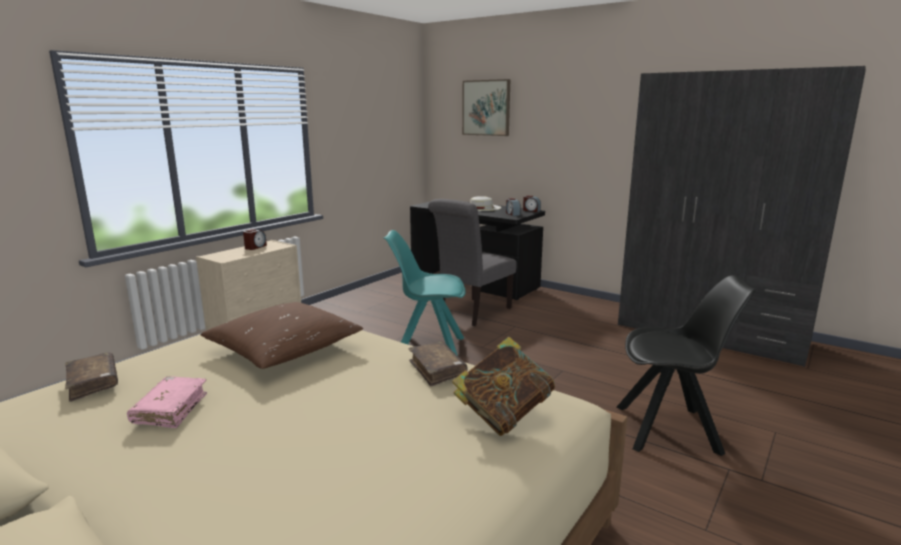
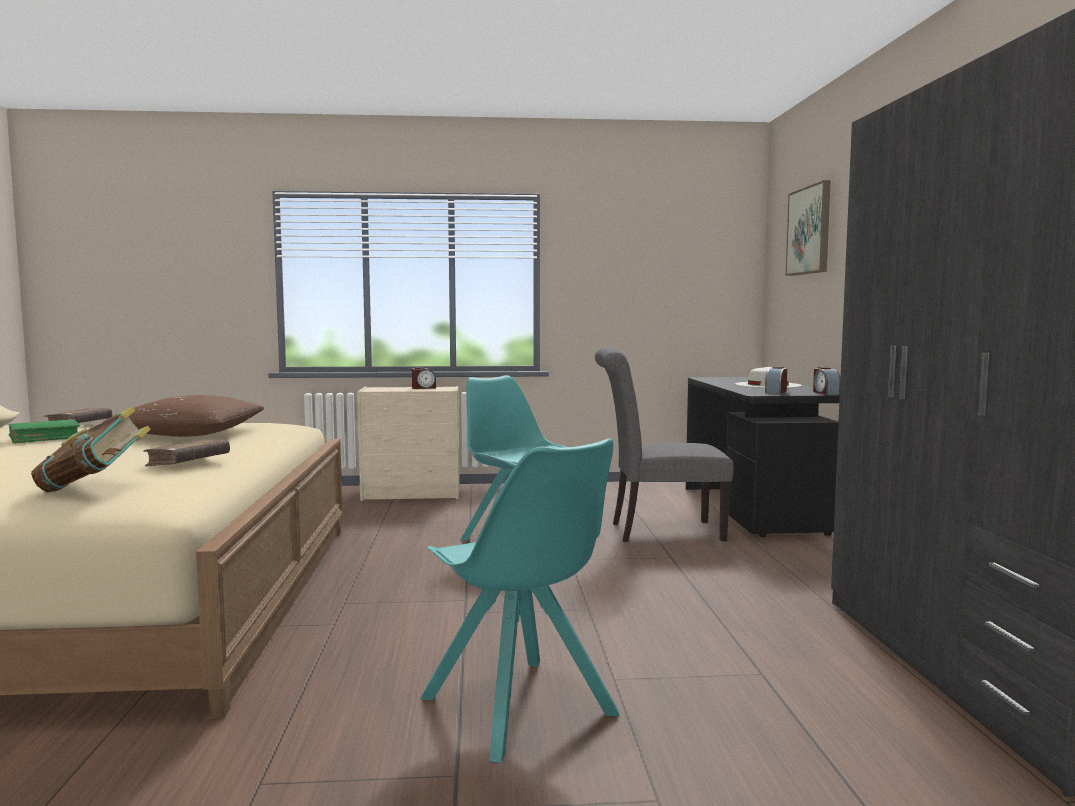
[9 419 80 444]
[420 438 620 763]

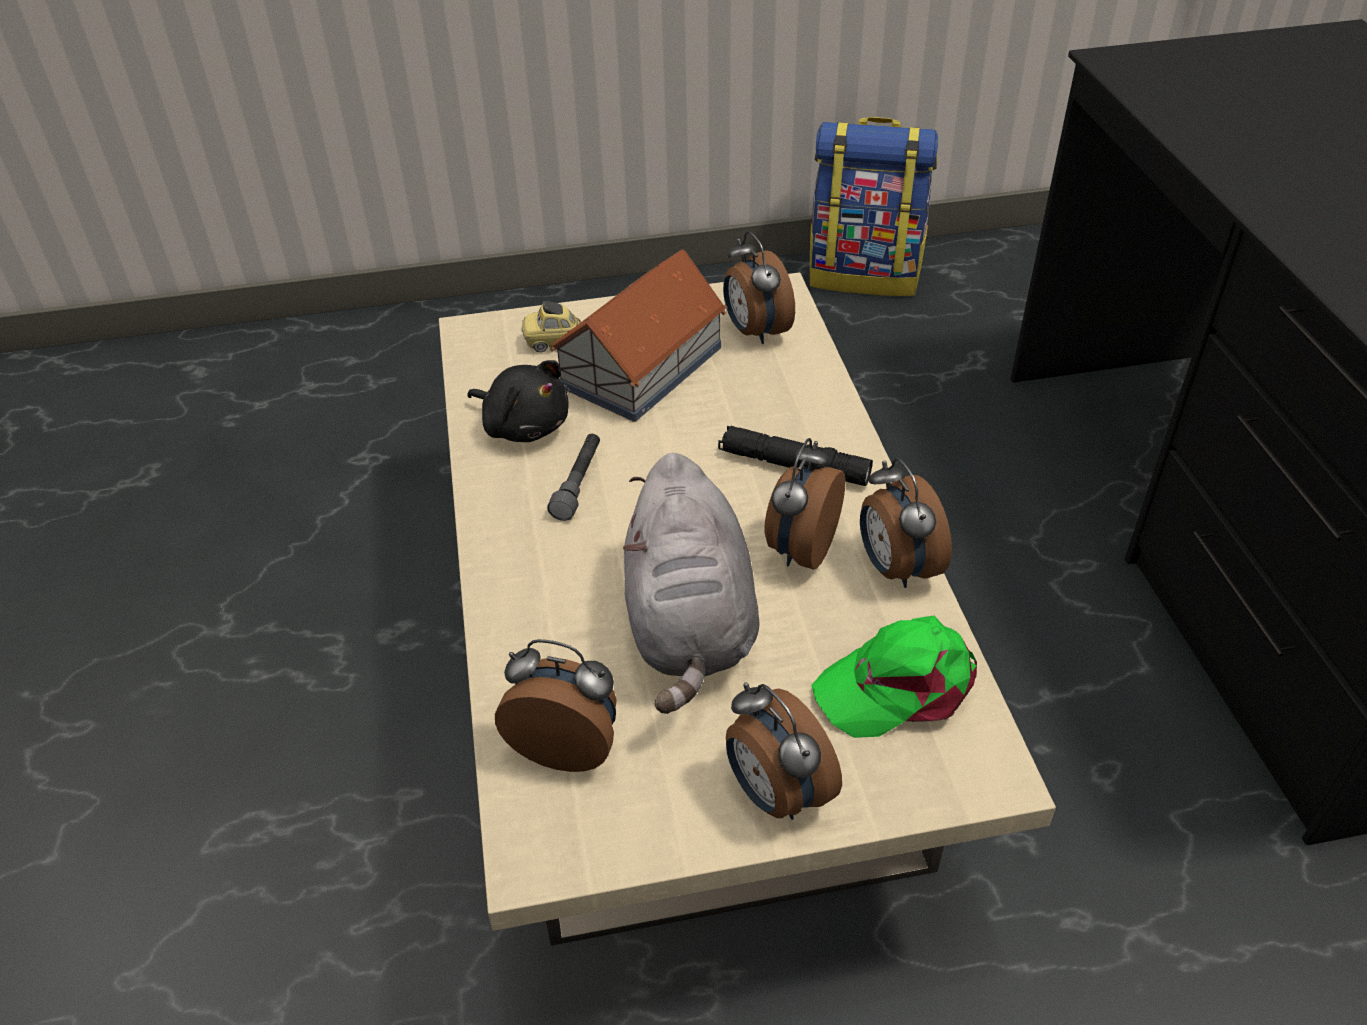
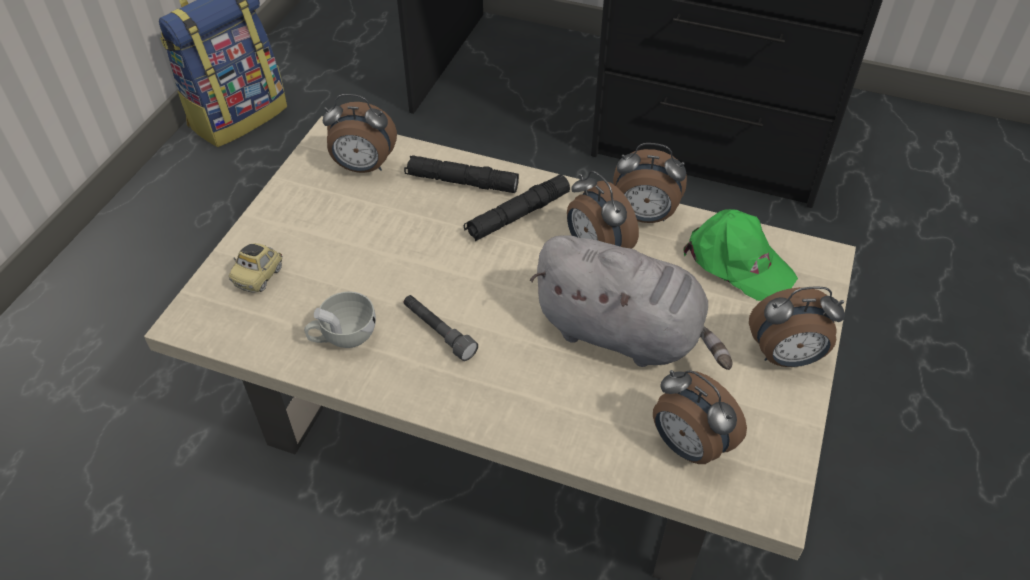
[304 292 376 348]
[404 155 519 193]
[653 370 747 464]
[683 209 798 301]
[550 249 727 422] (first image)

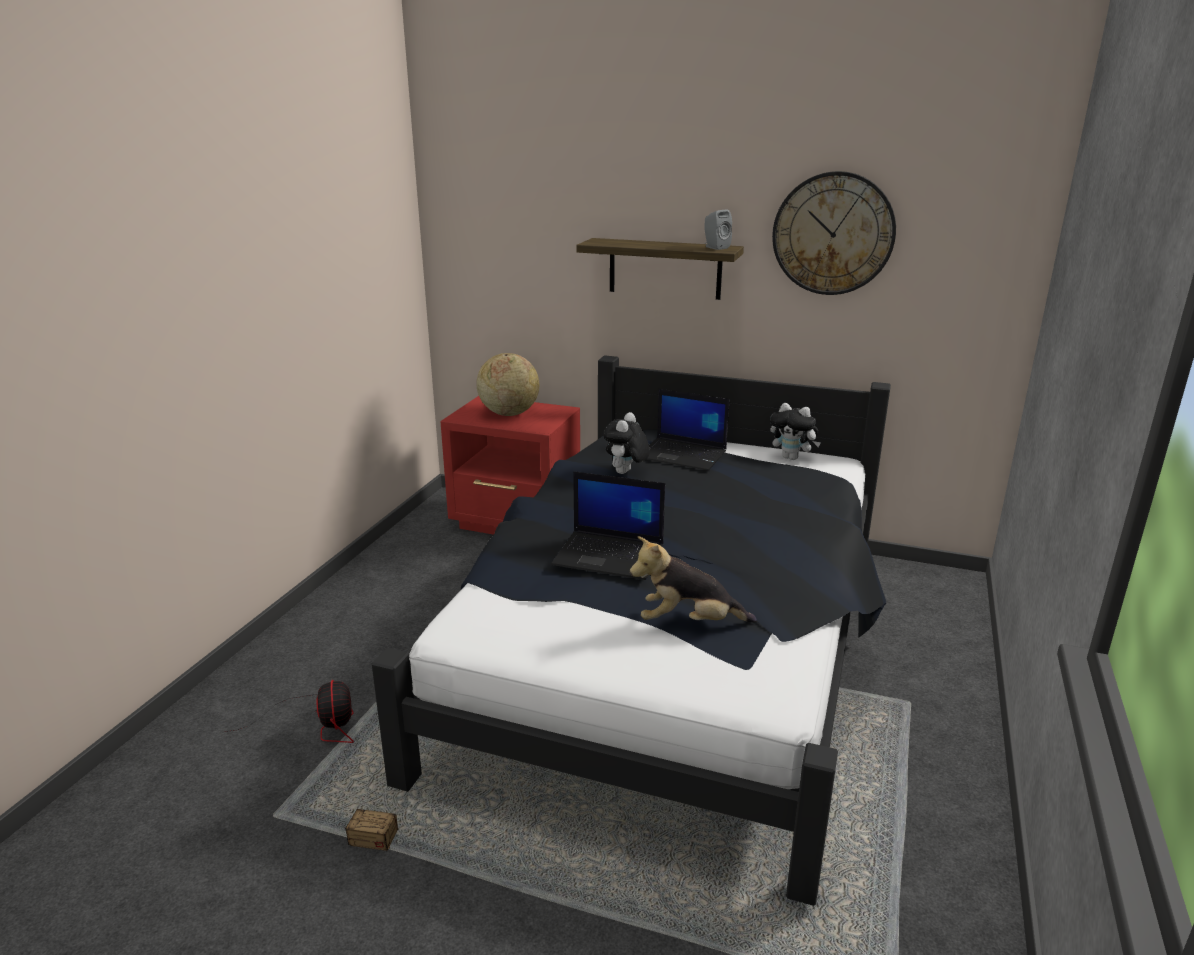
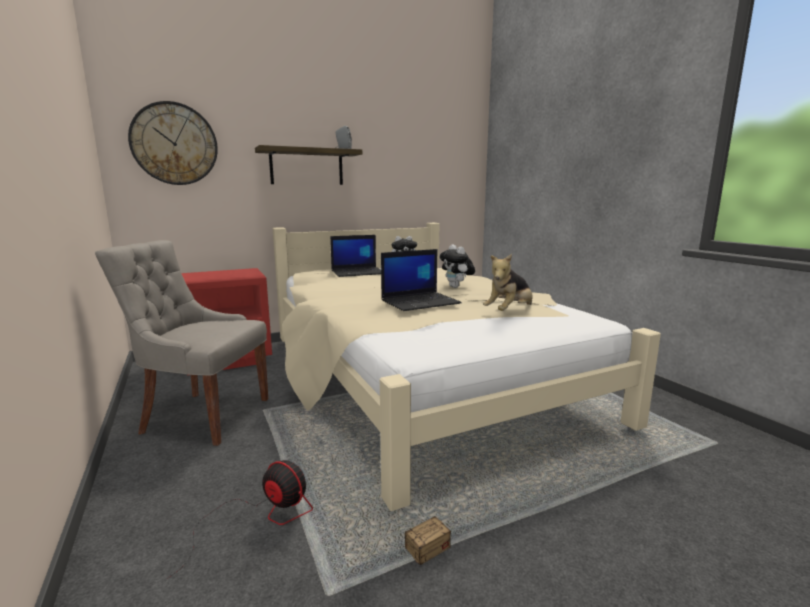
[95 240 268 446]
[128 101 218 185]
[273 223 661 511]
[440 245 475 288]
[476 353 539 416] (first image)

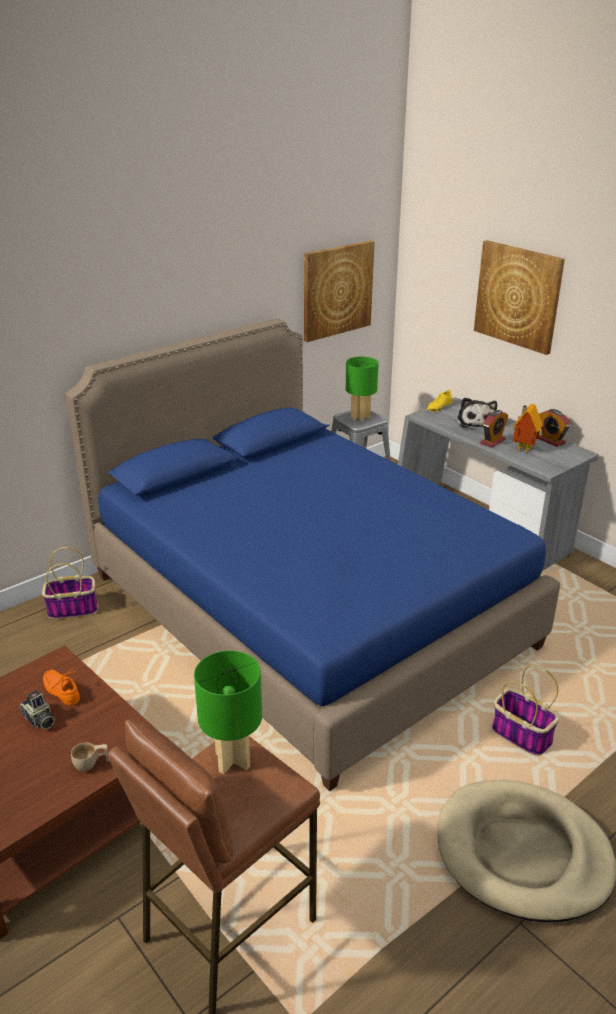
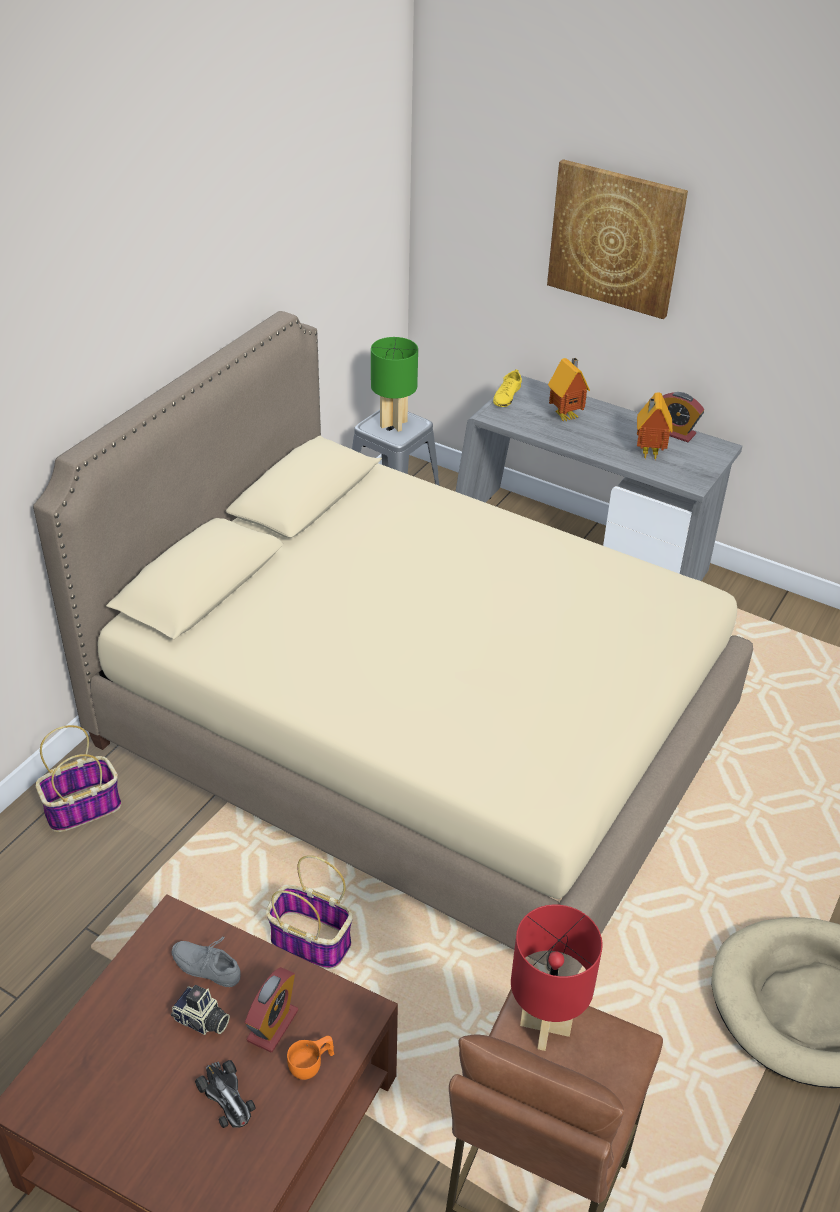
[33 311 753 976]
[172 937 240 987]
[195 1060 256 1128]
[245 967 298 1052]
[266 855 353 969]
[287 1036 335 1080]
[511 904 603 1051]
[548 358 590 421]
[304 241 375 342] (first image)

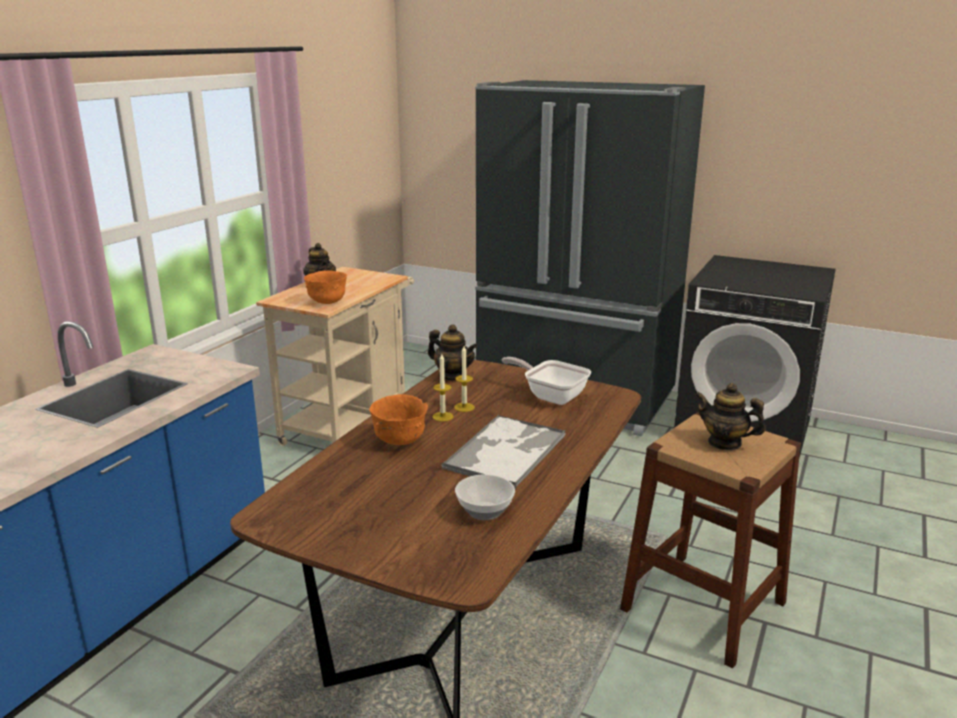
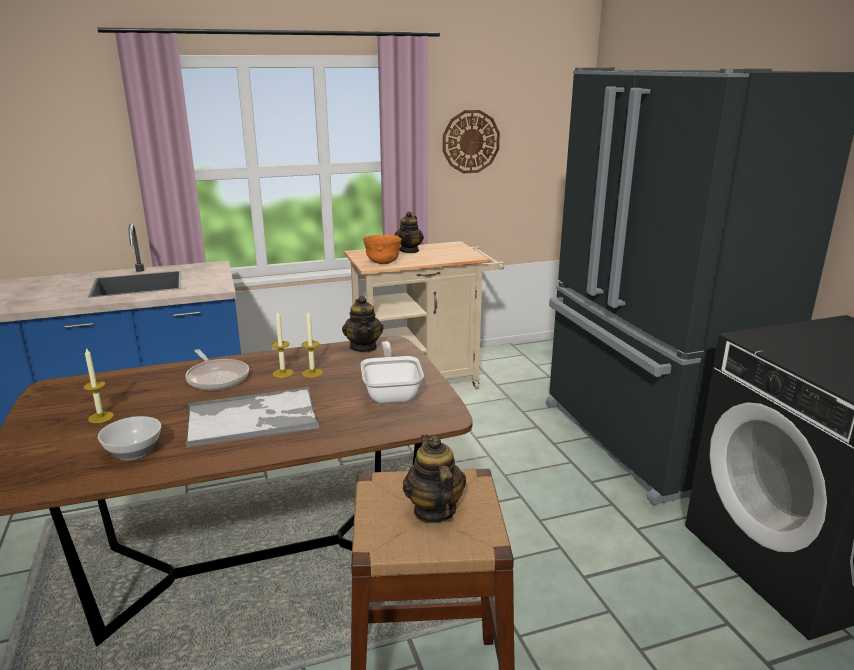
[83 347 114 423]
[185 349 249 390]
[443 110 500 173]

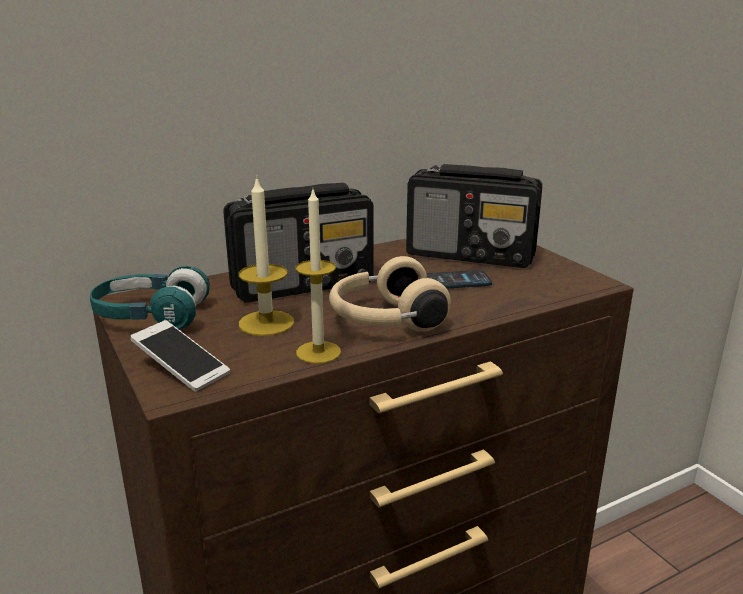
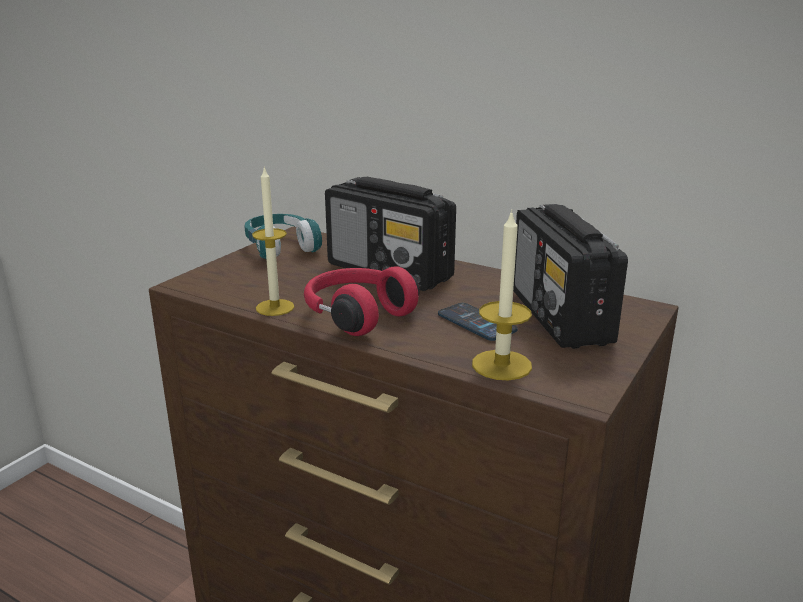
[304 266 420 336]
[472 210 532 380]
[131 320 230 392] (first image)

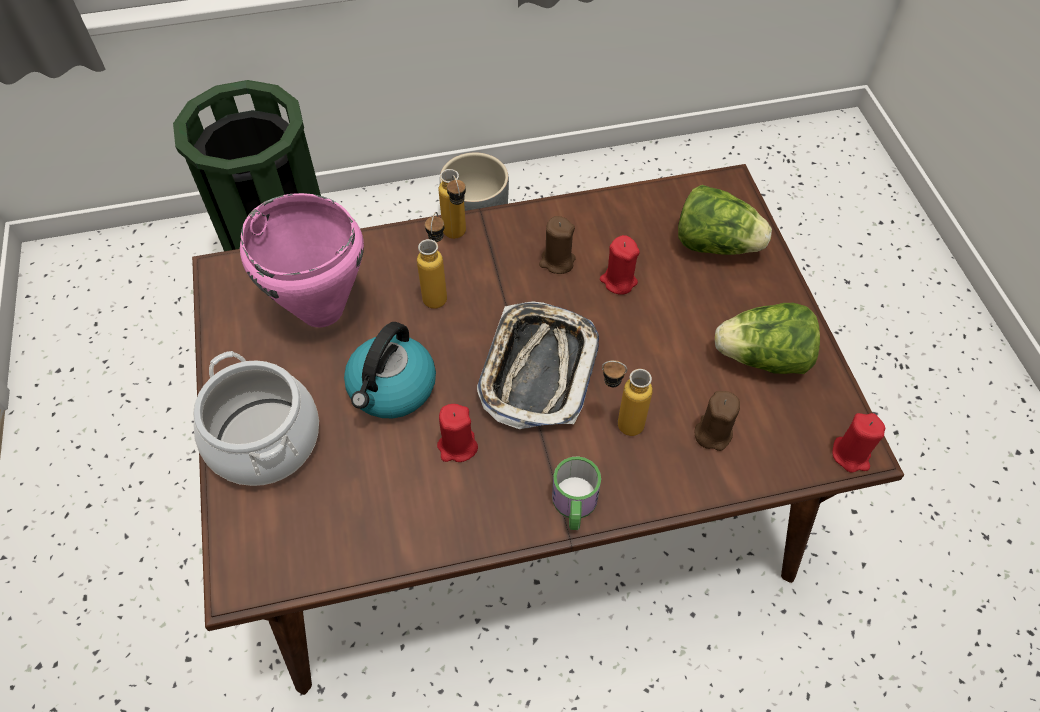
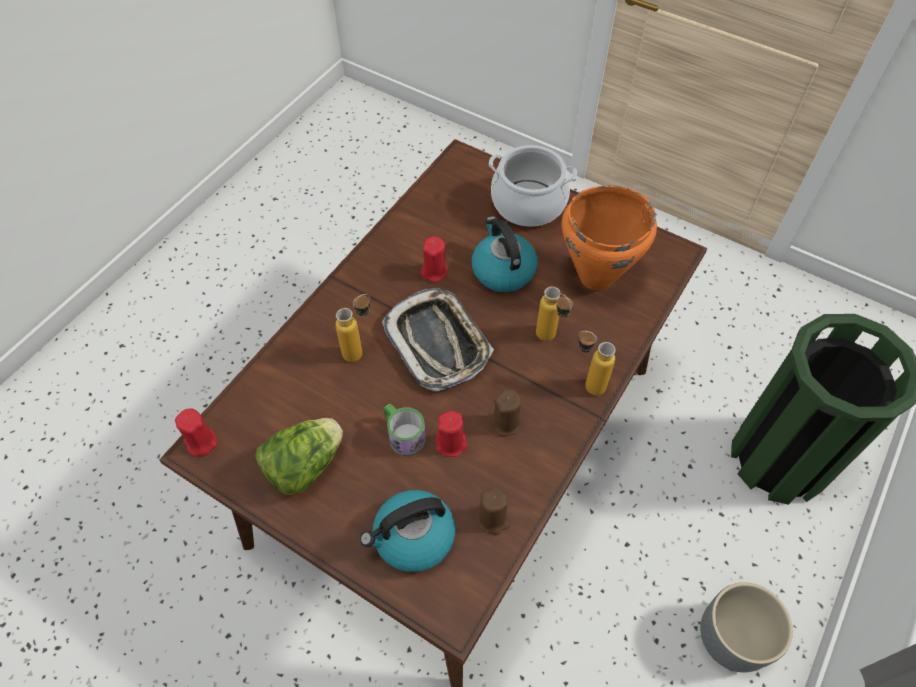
[360 490 455 572]
[384 404 426 456]
[476 487 511 535]
[561 185 657 290]

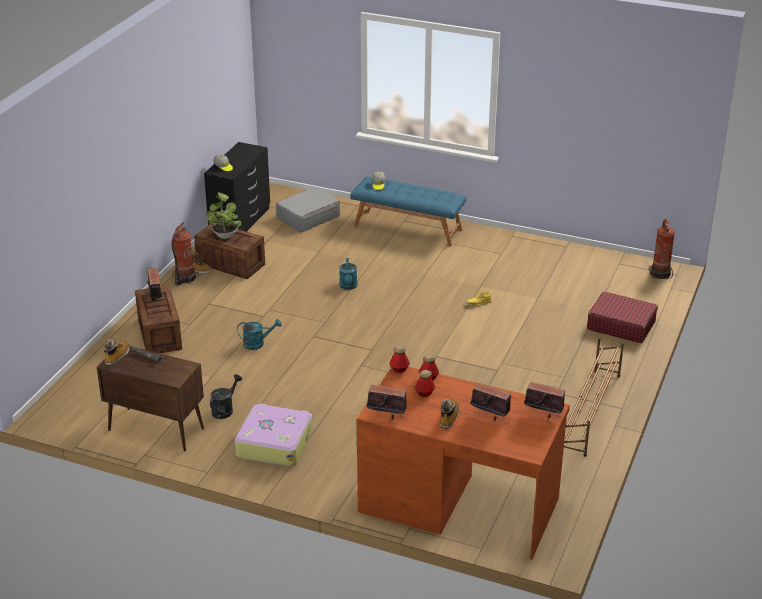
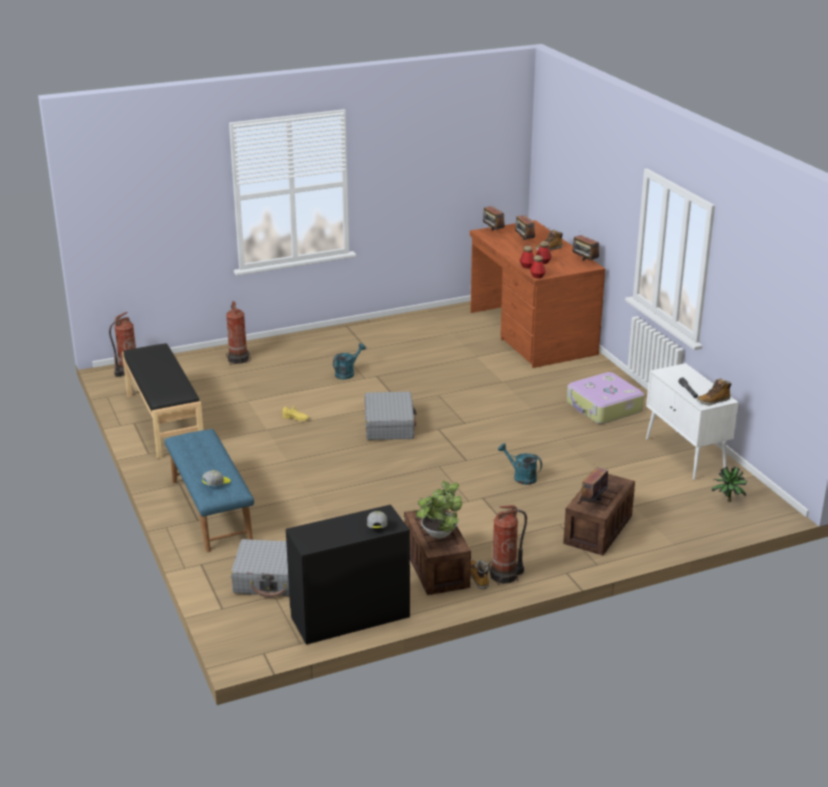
[122 343 203 459]
[226 301 251 365]
[333 343 366 379]
[364 391 417 440]
[646 363 739 480]
[712 467 747 502]
[210 374 242 419] (first image)
[564 338 624 457] (first image)

